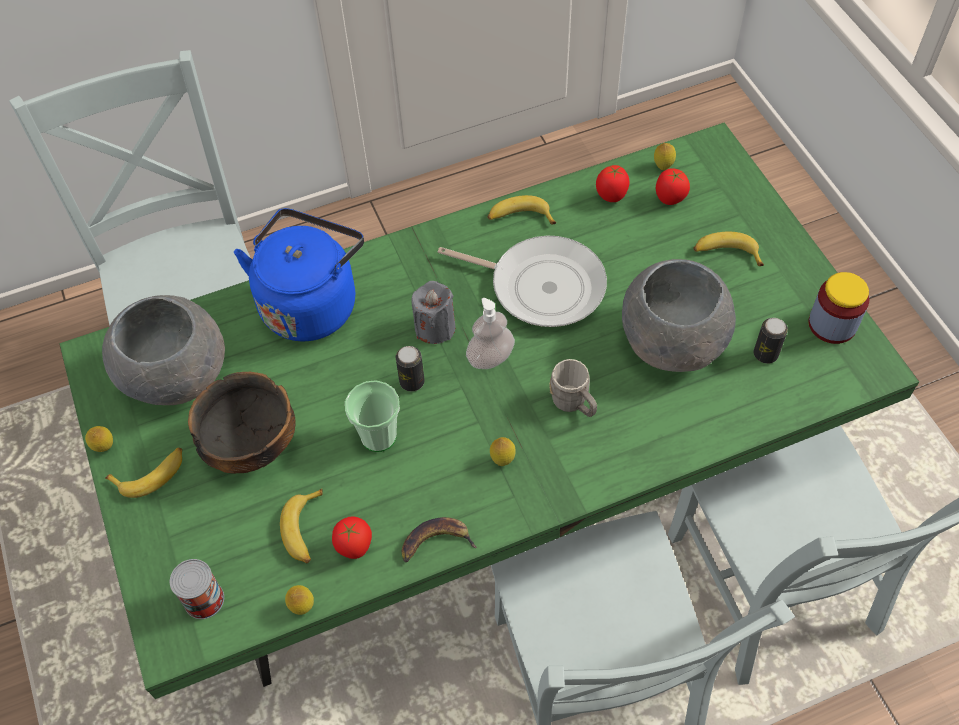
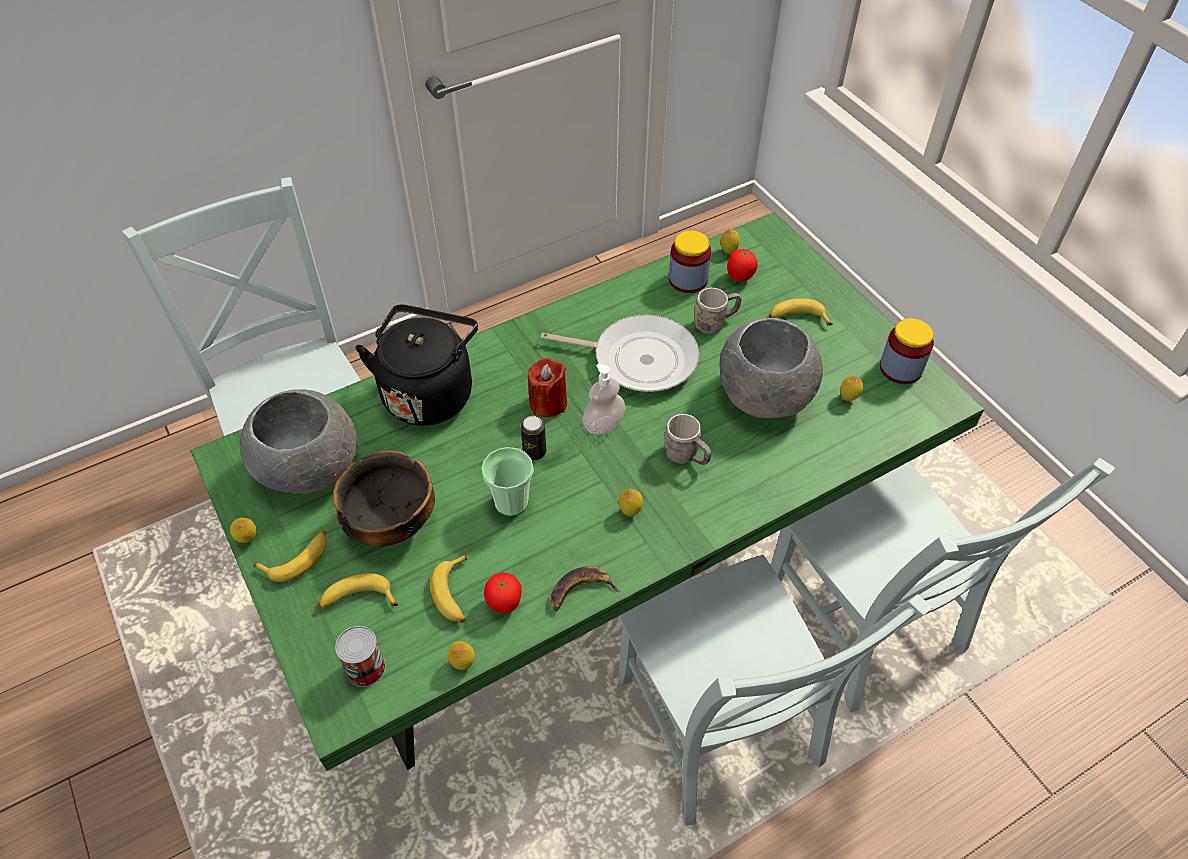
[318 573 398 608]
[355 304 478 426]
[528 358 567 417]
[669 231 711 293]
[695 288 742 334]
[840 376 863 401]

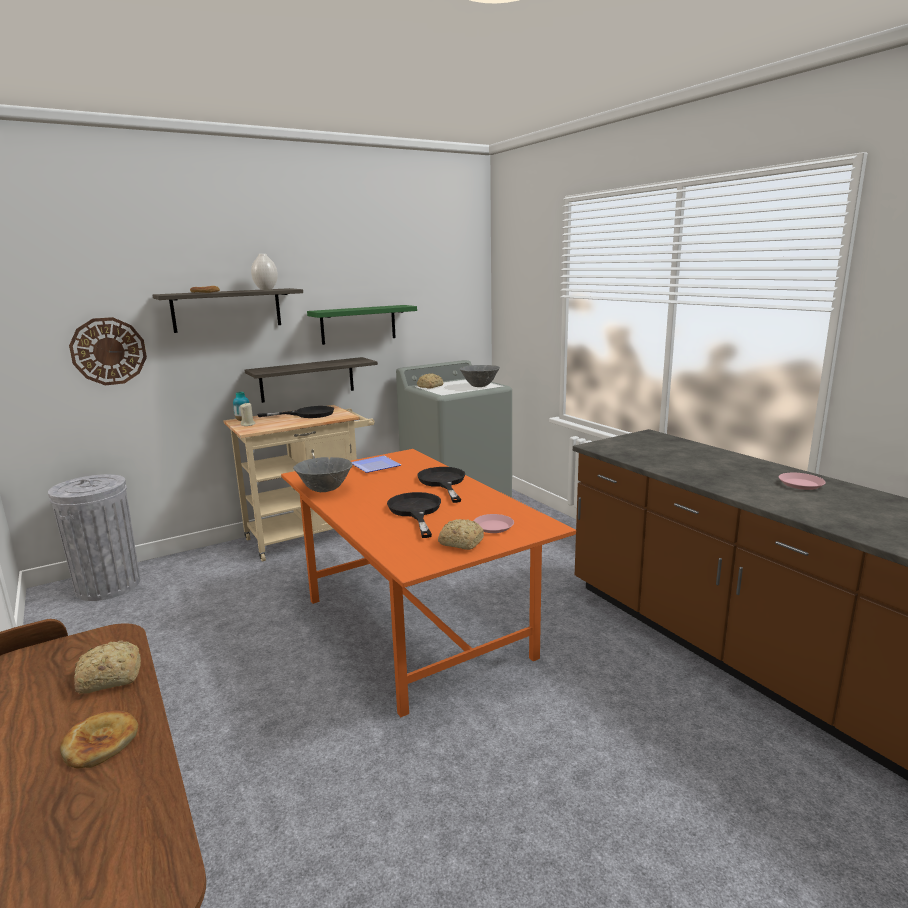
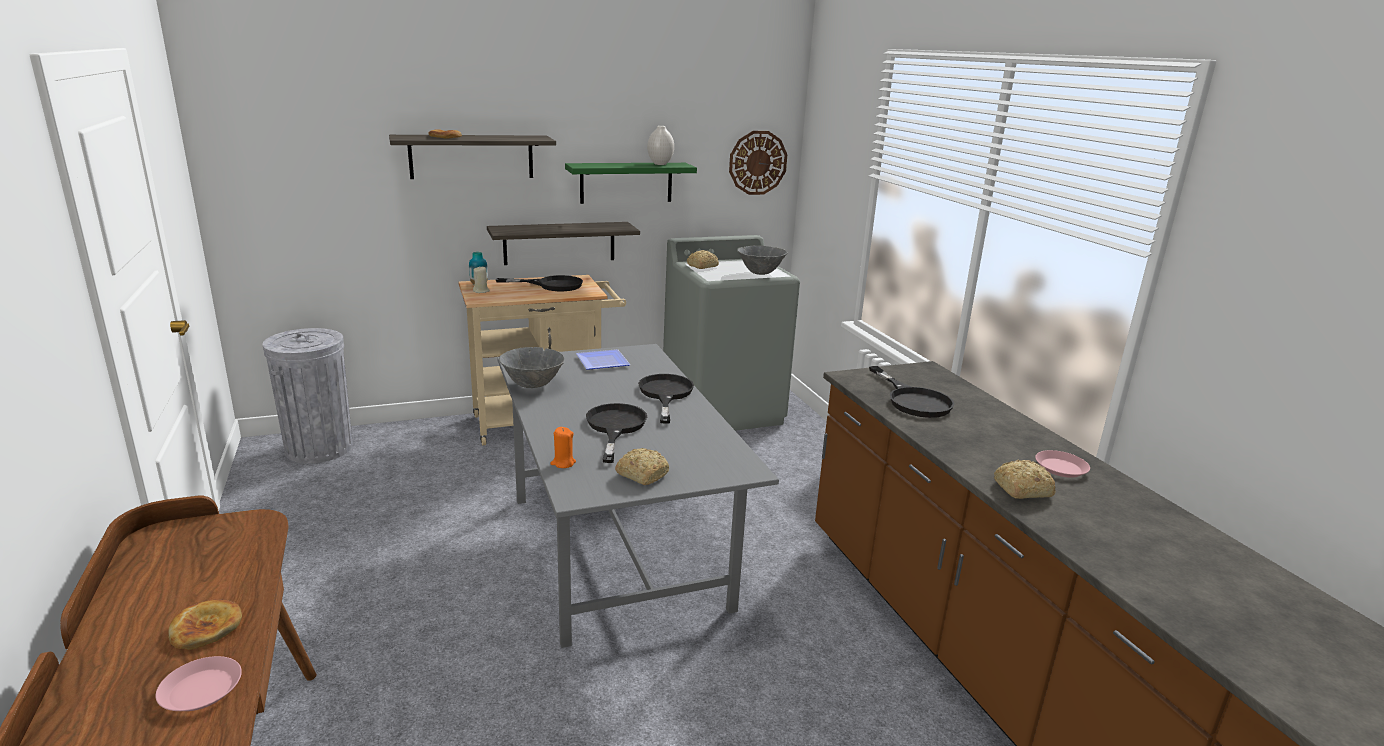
[155 656 242 711]
[497 344 779 648]
[550 427 576 468]
[647 126 674 165]
[729 131 787 195]
[869 366 954 418]
[994 459 1056 499]

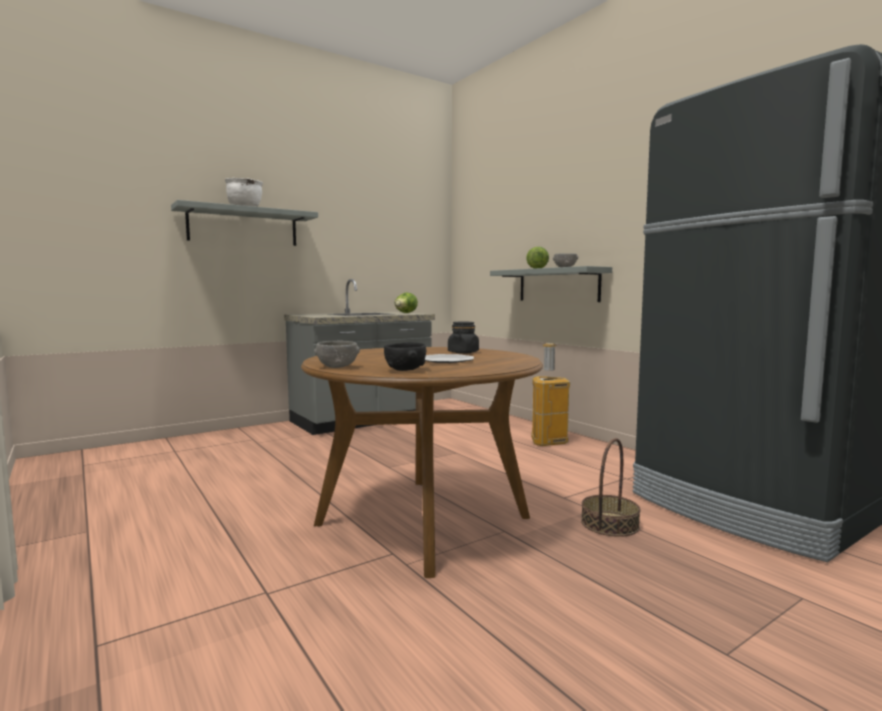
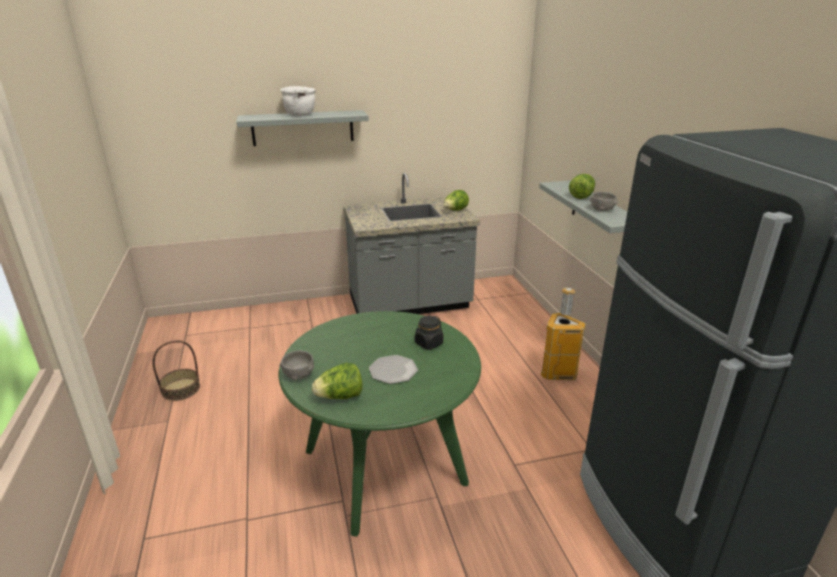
[152 340 200 401]
[279 311 481 537]
[312 363 362 399]

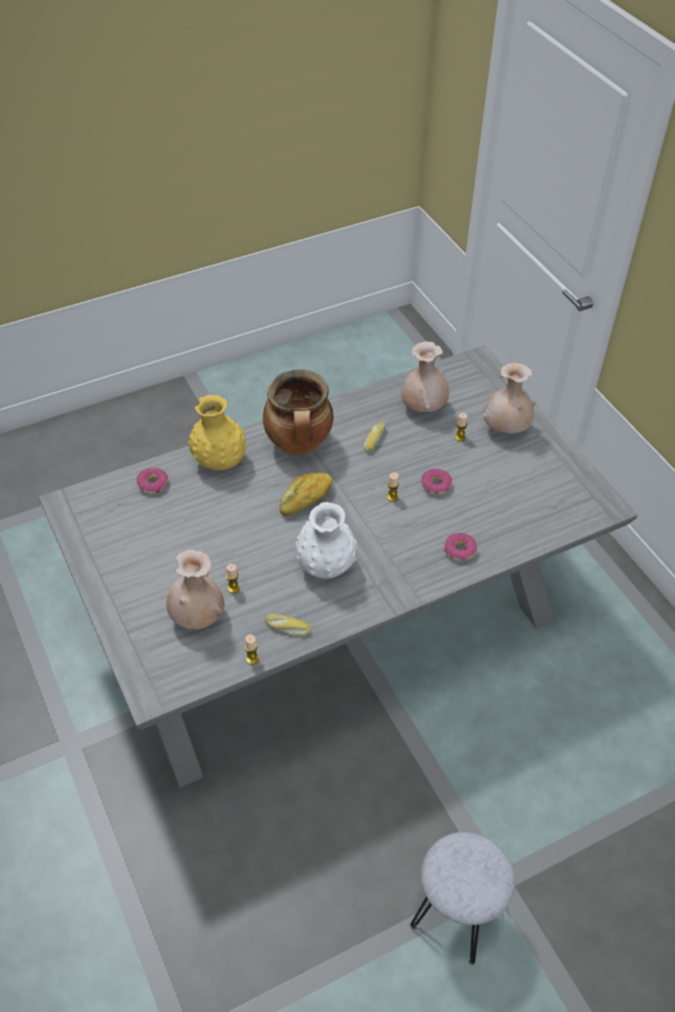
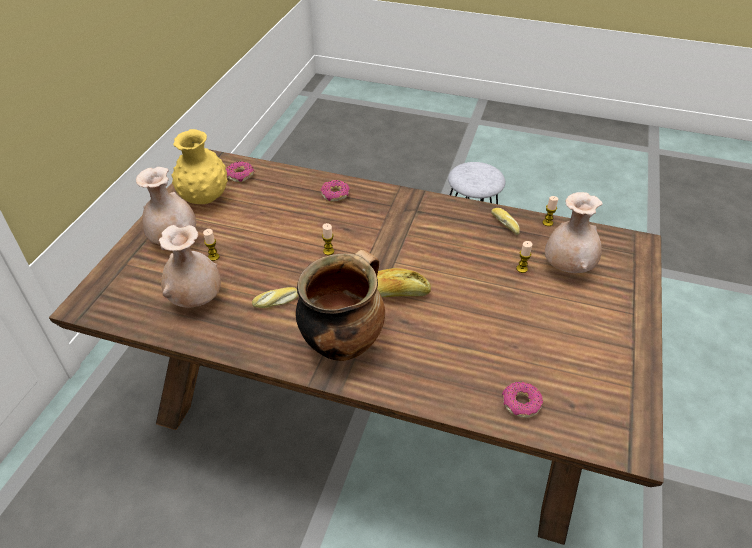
[49 149 664 545]
[172 129 228 204]
[226 161 255 183]
[295 502 357 579] (first image)

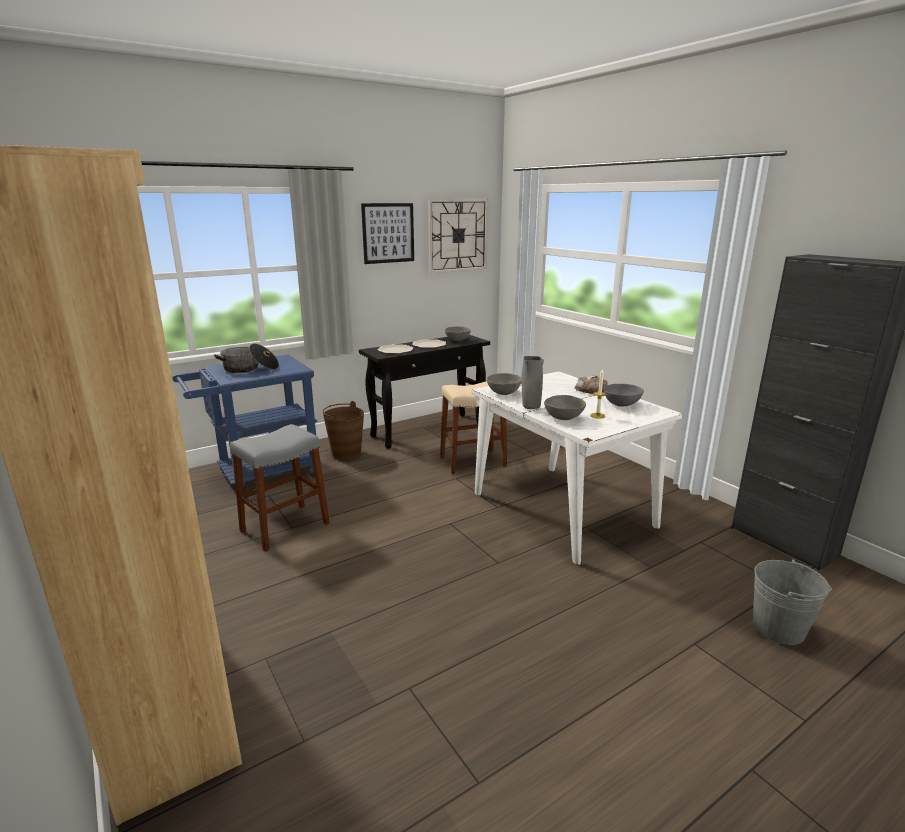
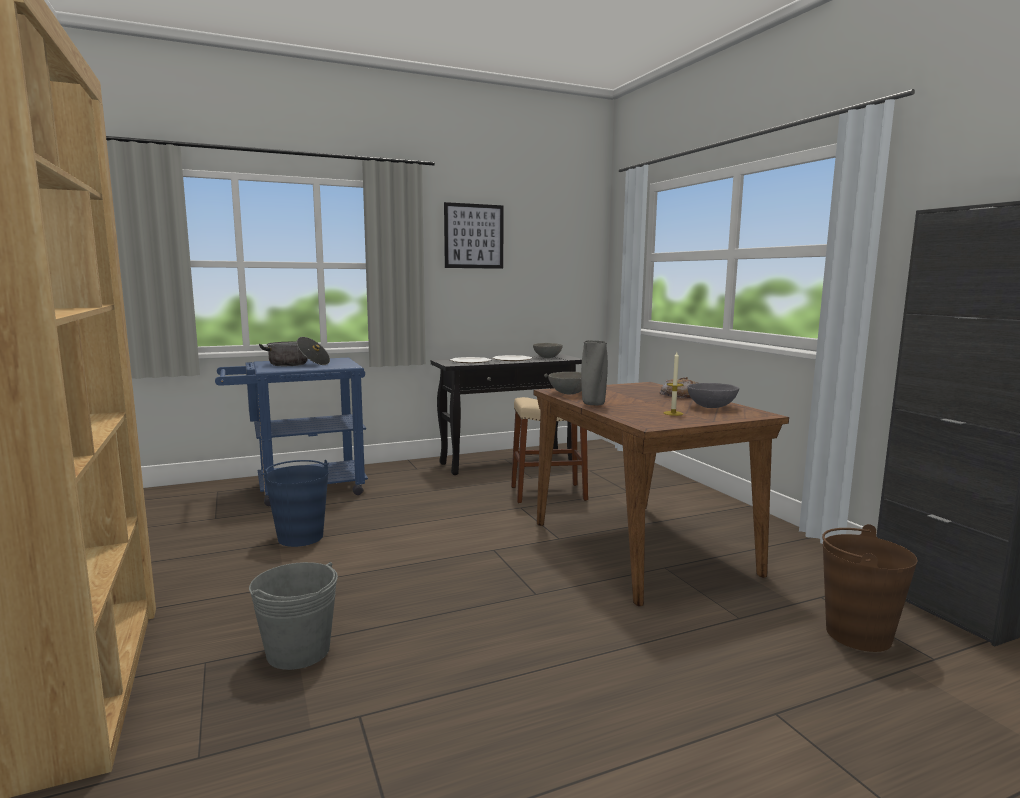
[249 562 338 670]
[261 460 329 547]
[533 382 789 606]
[822 524 917 652]
[428 199 488 273] (first image)
[544 395 586 420] (first image)

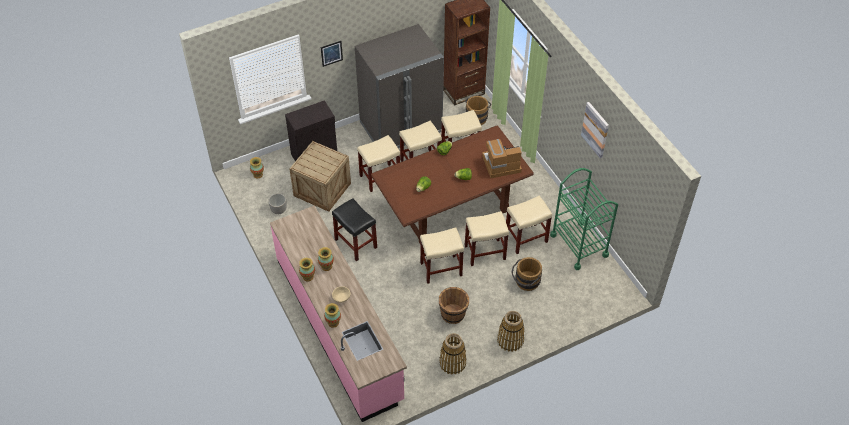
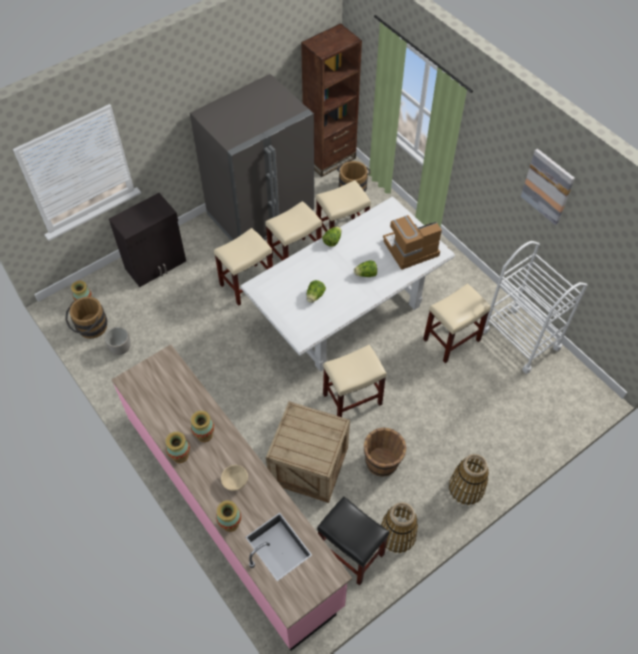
[65 297 107 339]
[240 196 455 372]
[266 401 350 503]
[317 496 390 586]
[483 241 588 374]
[321 41 343 67] (first image)
[464 211 509 266] (first image)

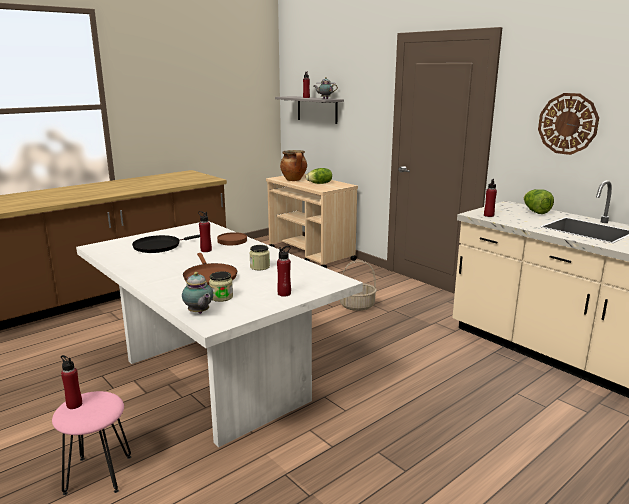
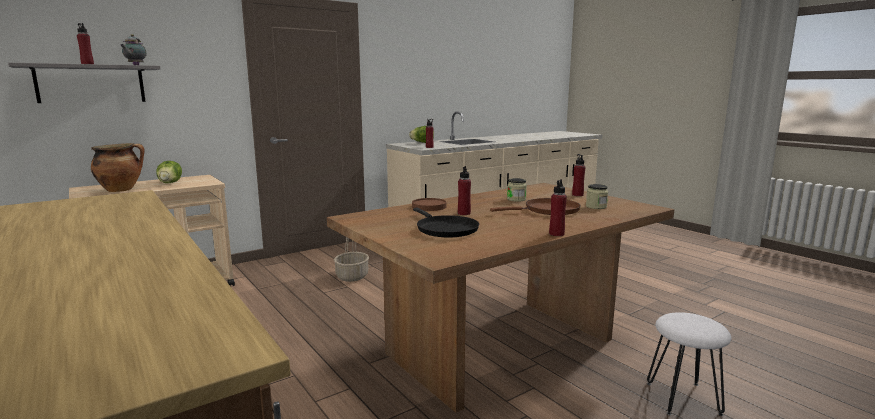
[327 183 675 413]
[549 179 567 236]
[647 312 731 416]
[182 272 213 314] (first image)
[538 93 599 155] (first image)

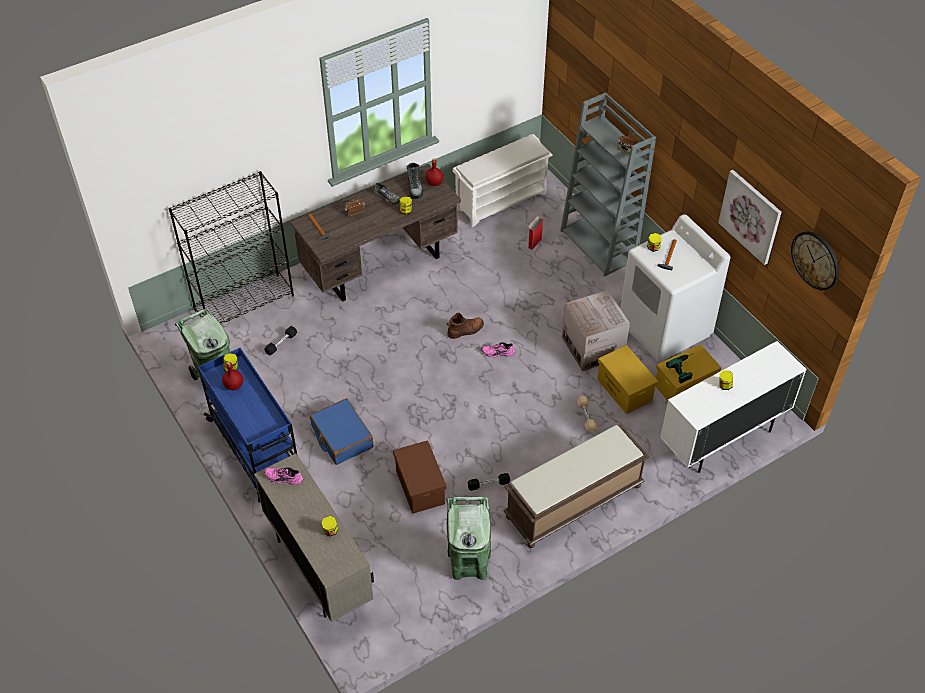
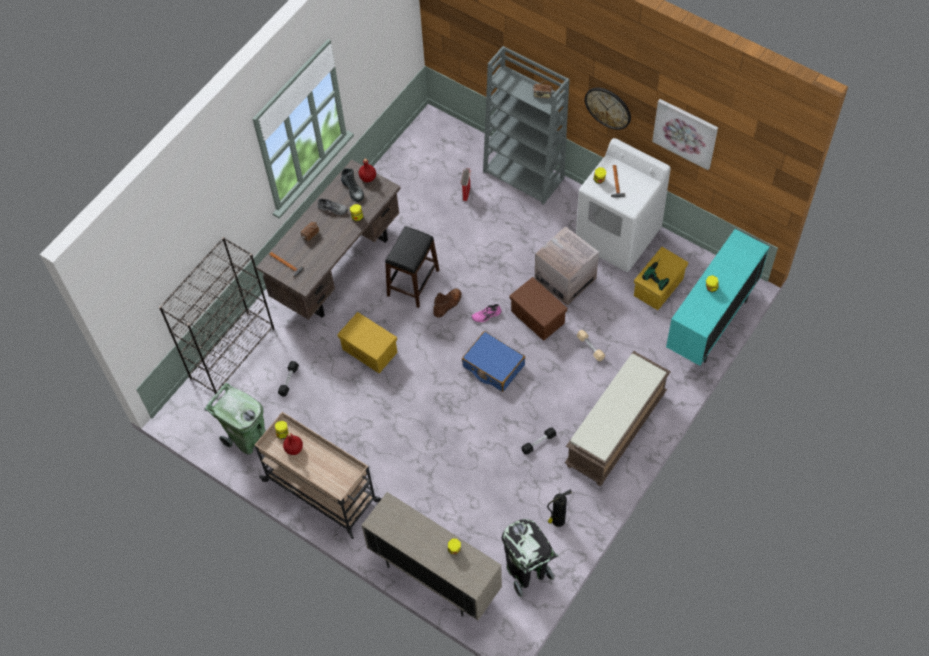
[255 412 381 539]
[337 312 398 373]
[385 226 439 308]
[462 331 525 392]
[502 519 558 597]
[509 277 567 341]
[547 489 572 527]
[585 88 631 130]
[666 229 769 366]
[264 467 303 485] (first image)
[453 134 553 227] (first image)

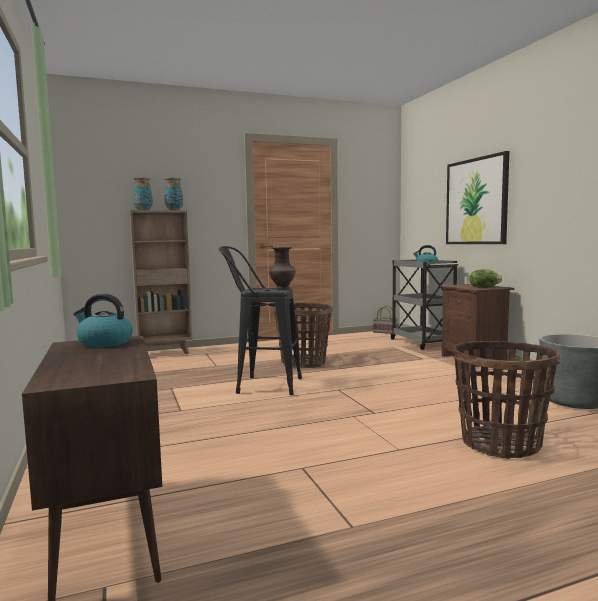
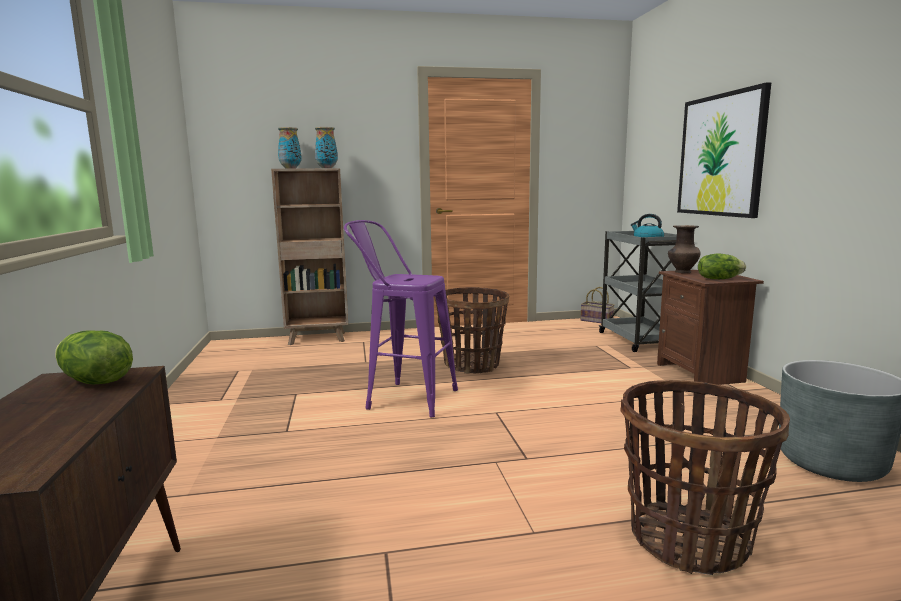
[55 331 133 385]
[344 220 458 417]
[668 225 701 273]

